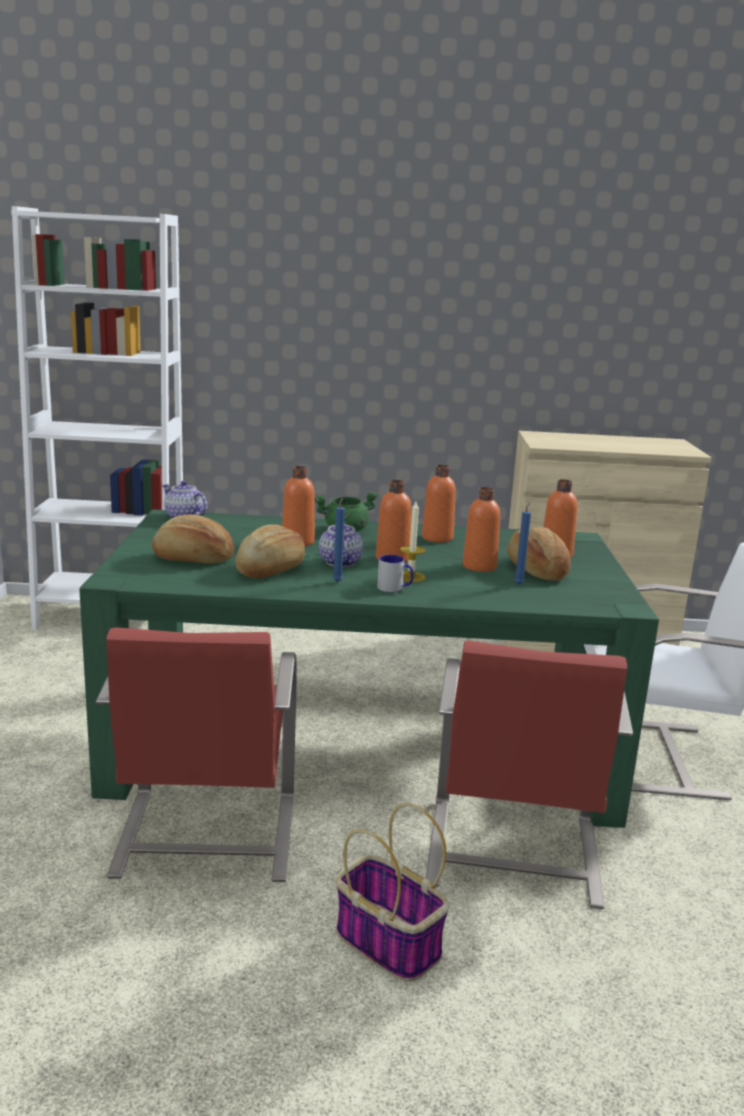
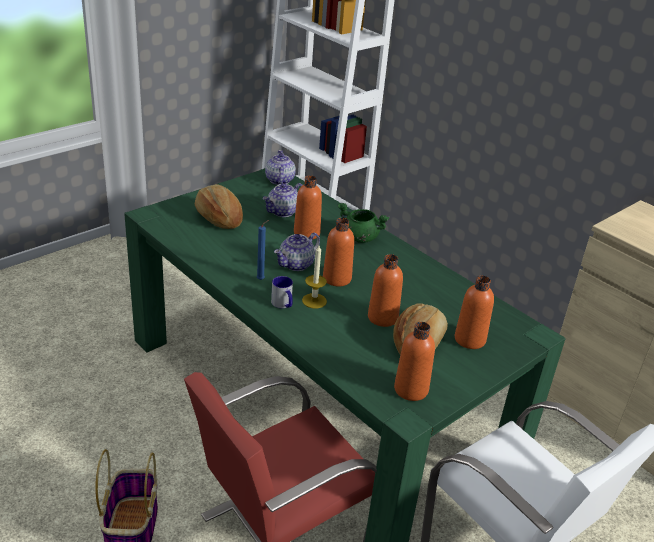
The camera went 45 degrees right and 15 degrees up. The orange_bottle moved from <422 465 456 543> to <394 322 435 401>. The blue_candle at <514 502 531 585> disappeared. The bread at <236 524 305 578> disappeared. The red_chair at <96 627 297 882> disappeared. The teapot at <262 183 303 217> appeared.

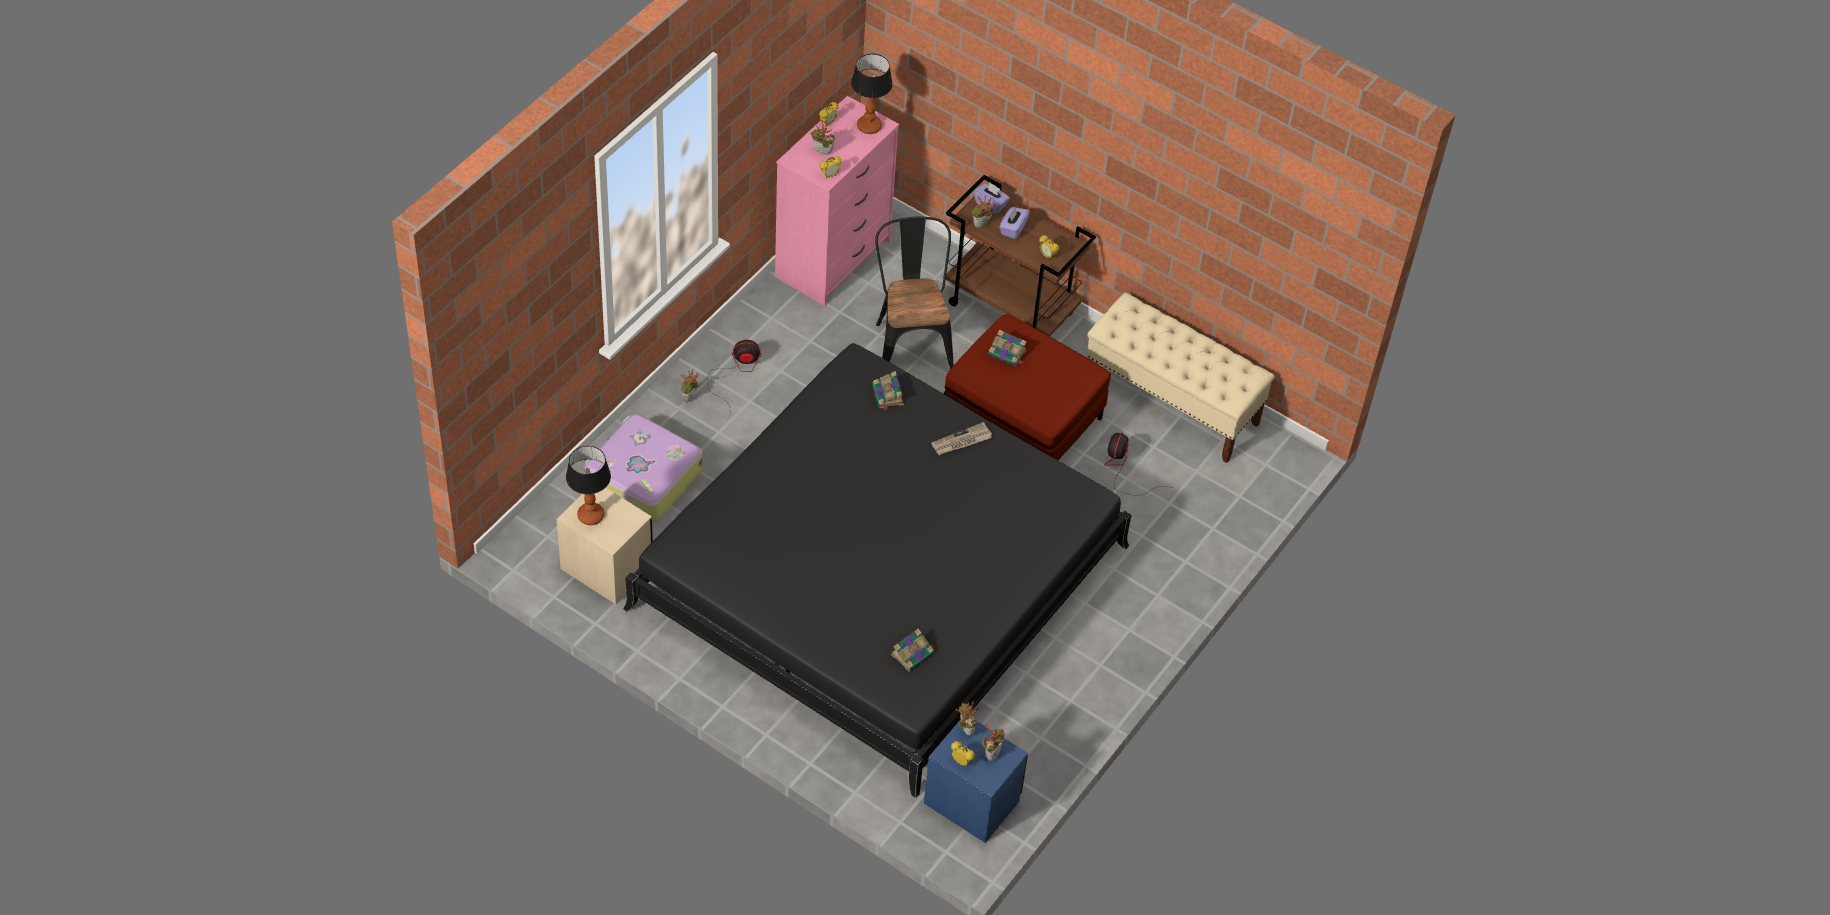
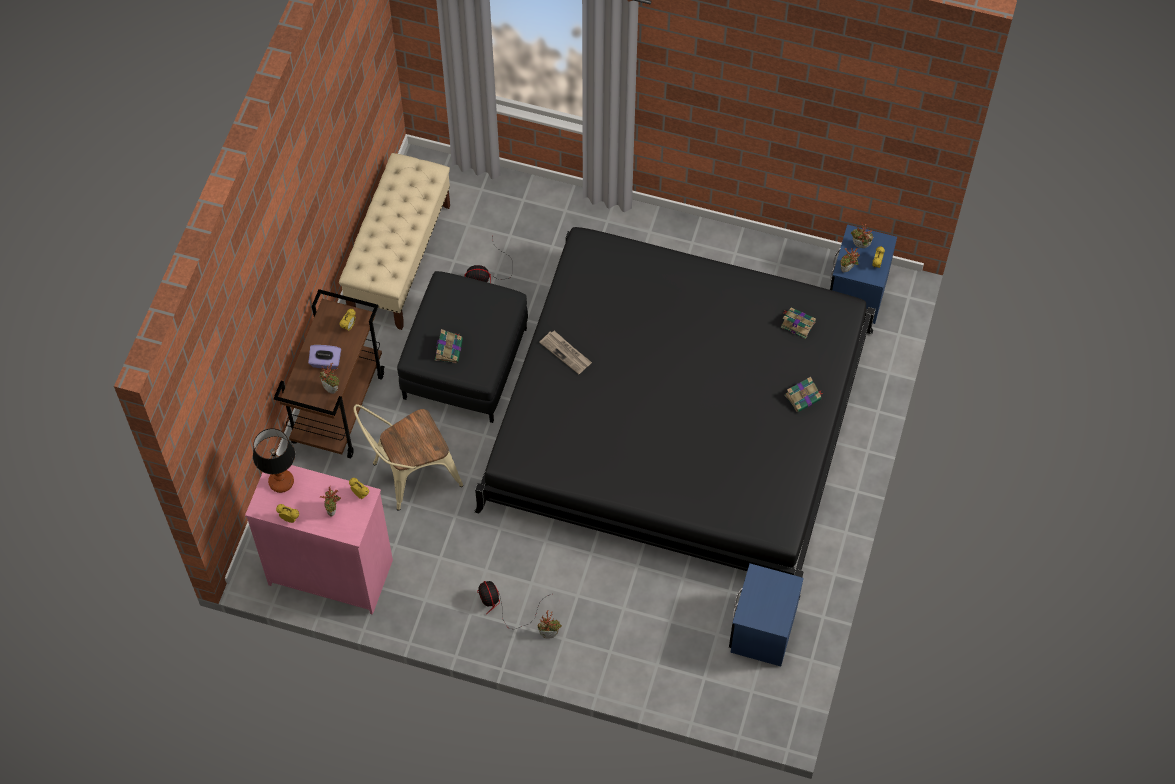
The camera went 105 degrees left and 10 degrees up. The purple_tissue_box at <974 183 1010 214> disappeared. The black_chair at <875 217 954 369> became the beige_chair at <354 404 463 511>. The red_ottoman at <944 314 1111 460> became the black_ottoman at <397 271 528 423>. The book moved from <872 371 904 411> to <785 377 823 412>. The suitcase at <585 414 703 523> disappeared. The table_lamp at <566 446 611 525> disappeared. The beige_nightstand at <557 488 653 604> became the blue_nightstand at <729 563 804 666>.

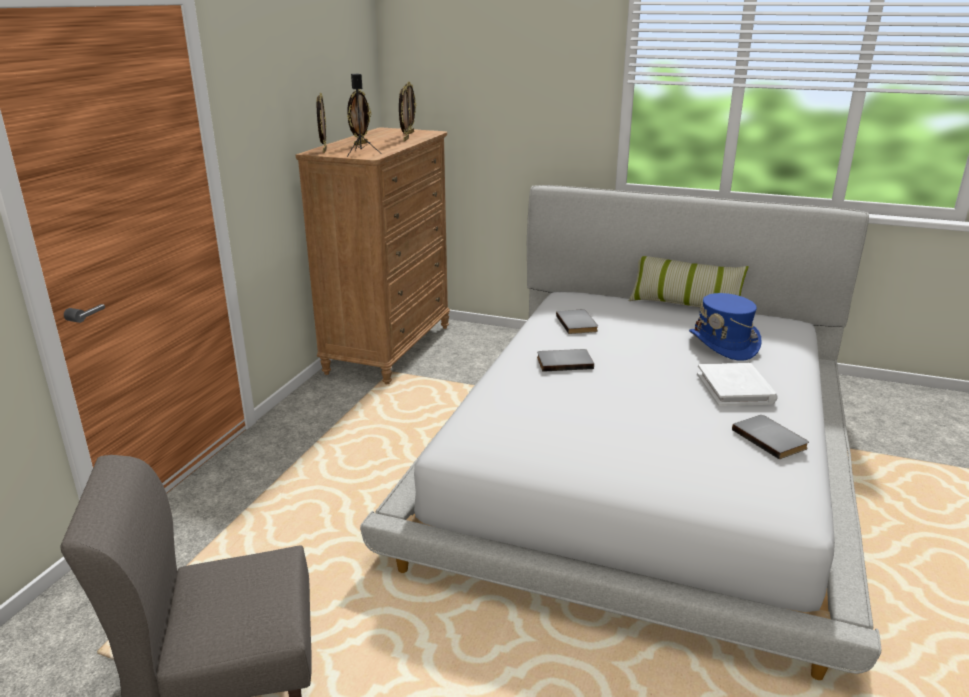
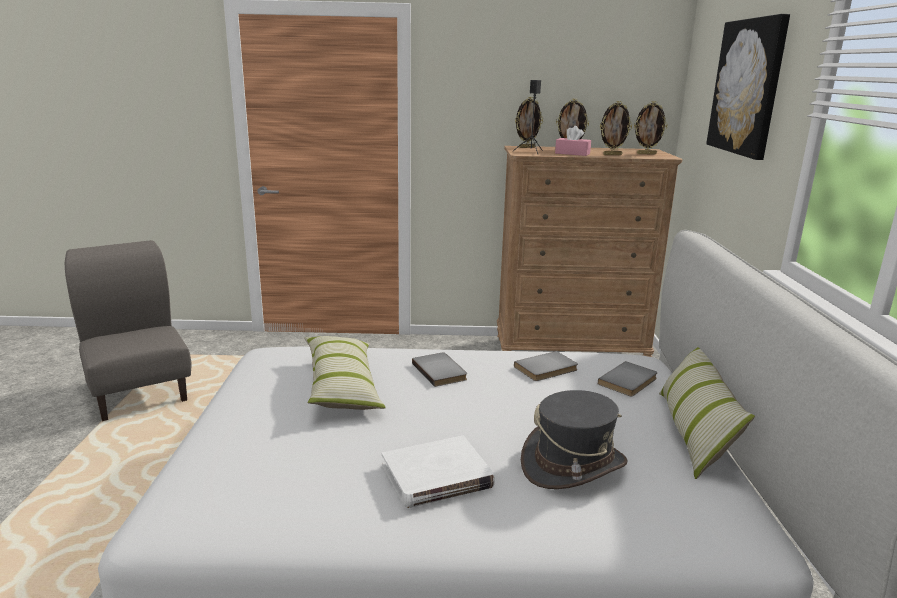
The camera went 70 degrees right and 5 degrees down. The blue_hat at <689 293 762 361> became the grey_hat at <521 390 628 489>. The grey_book moved from <732 415 809 459> to <598 361 657 397>. The picture at <706 14 790 160> appeared. The pink_tissue_box at <555 126 591 156> appeared. The pillow at <304 336 386 410> appeared.

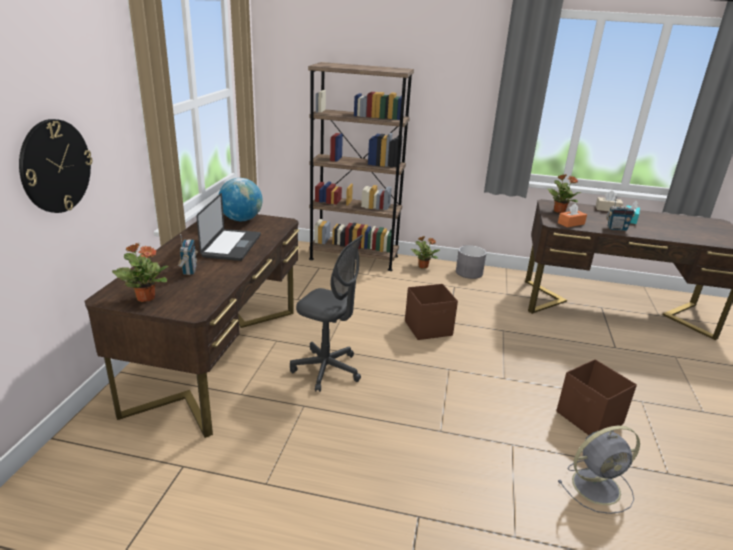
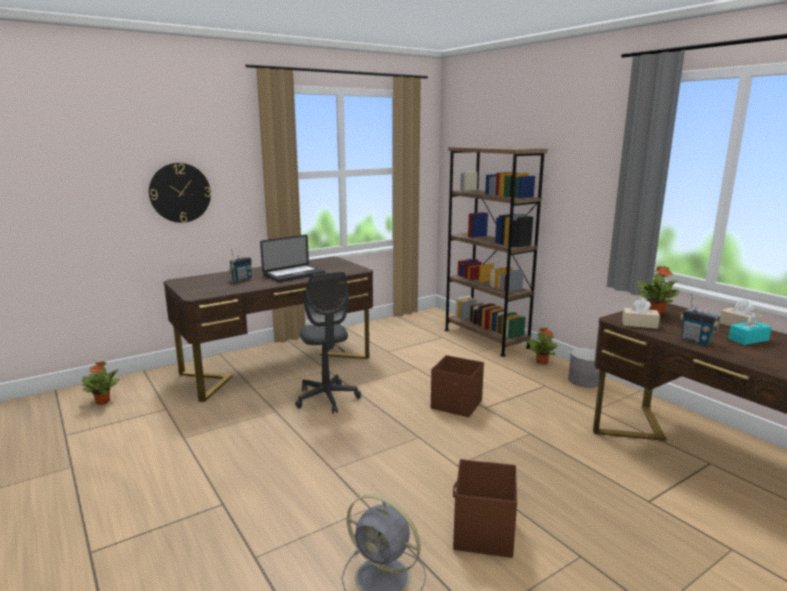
The camera went 45 degrees right and 10 degrees down. The globe at <219 178 263 221> disappeared. The orange_tissue_box at <558 203 587 227> became the beige_tissue_box at <622 298 660 329>. The potted_plant moved from <112 243 168 302> to <81 361 120 405>.

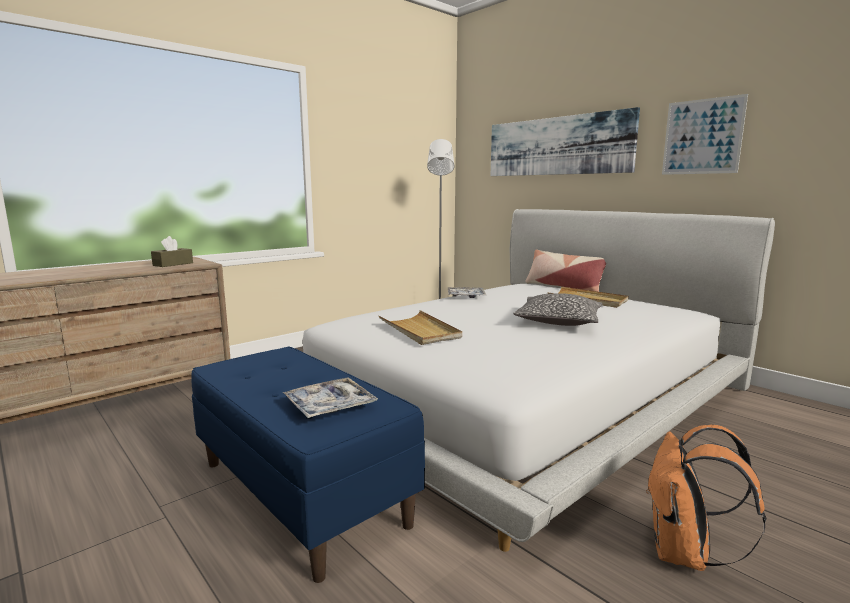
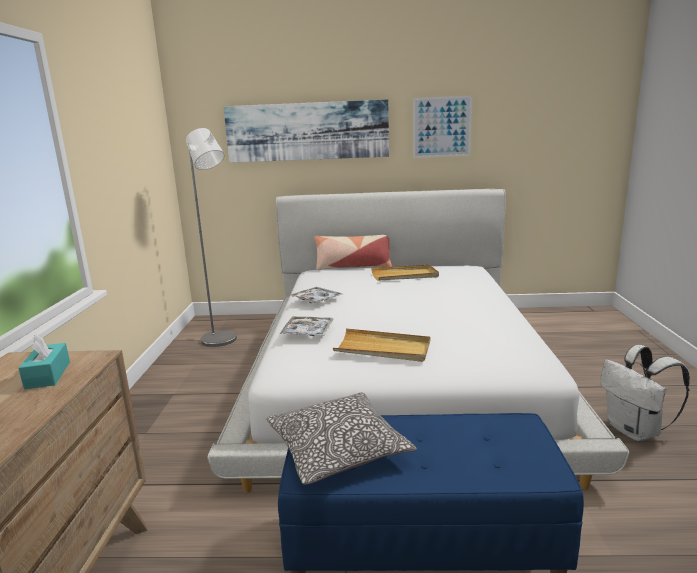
The camera went 45 degrees left and 5 degrees up. The brown_tissue_box at <151 236 193 267> became the turquoise_tissue_box at <18 334 70 389>. The pillow moved from <513 293 603 326> to <266 392 417 485>. The tray moved from <283 377 378 418> to <280 316 333 336>. The orange_backpack at <646 425 766 571> became the white_backpack at <600 345 690 441>.

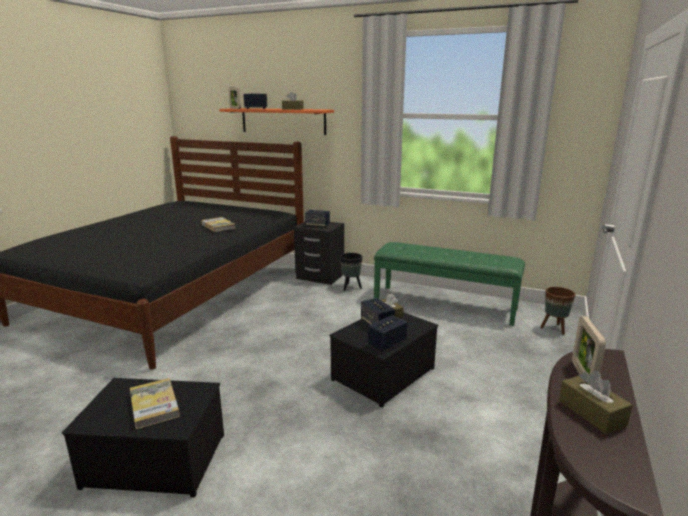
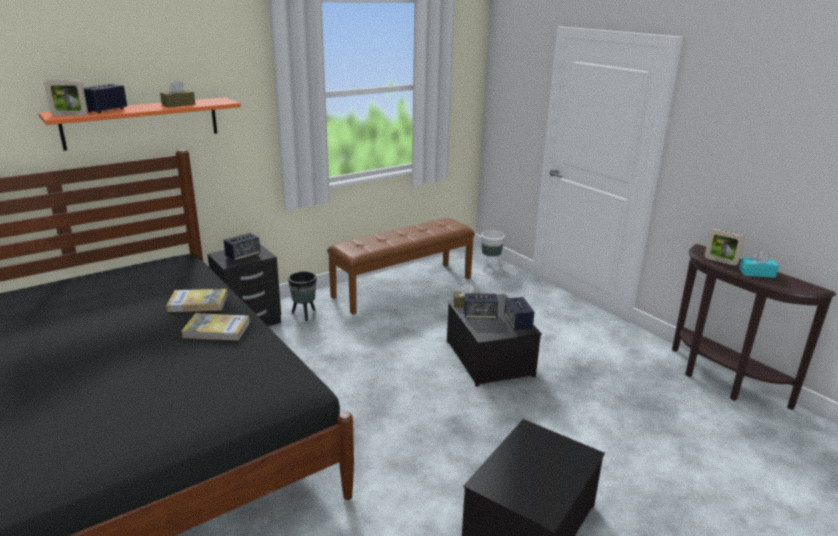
The camera went 60 degrees left and 5 degrees up. The green_bench at <374 242 525 326> became the brown_bench at <327 218 475 314>. The brown_planter at <540 287 575 335> became the white_planter at <481 231 505 271>. The brown_tissue_box at <559 371 633 434> became the turquoise_tissue_box at <739 250 779 278>. The book moved from <130 378 180 429> to <182 313 250 341>.

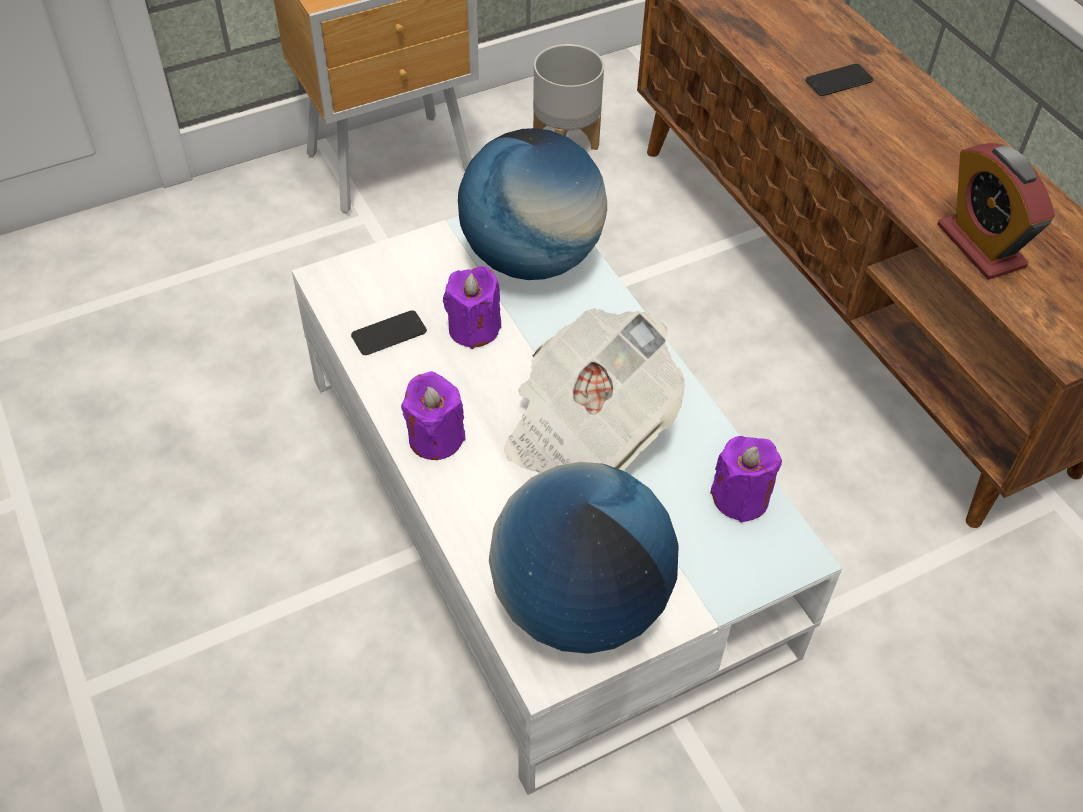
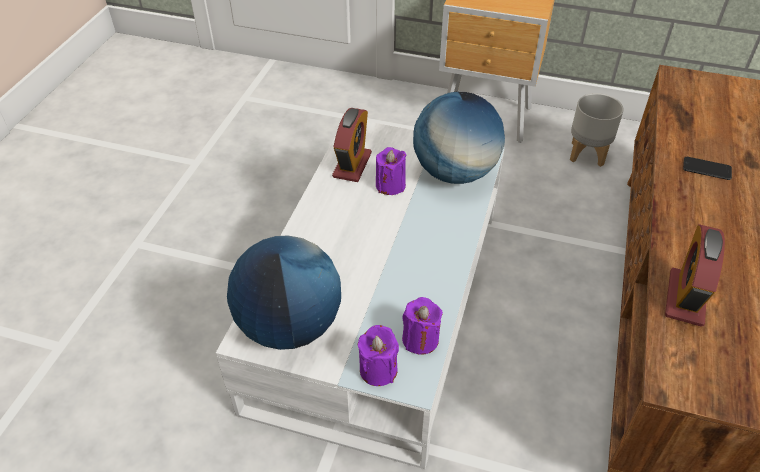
The camera went 45 degrees right and 5 degrees down. The newspaper at <504 308 685 473> disappeared. The phone at <351 310 427 355> was replaced by the alarm_clock at <332 108 372 182>. The purple_candle moved from <401 371 465 460> to <358 325 399 386>.

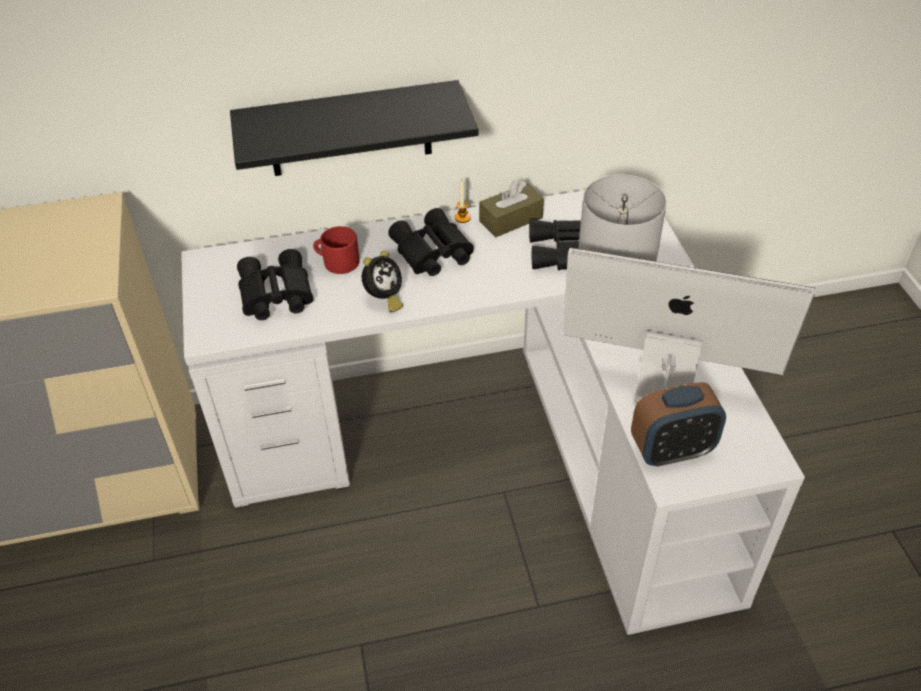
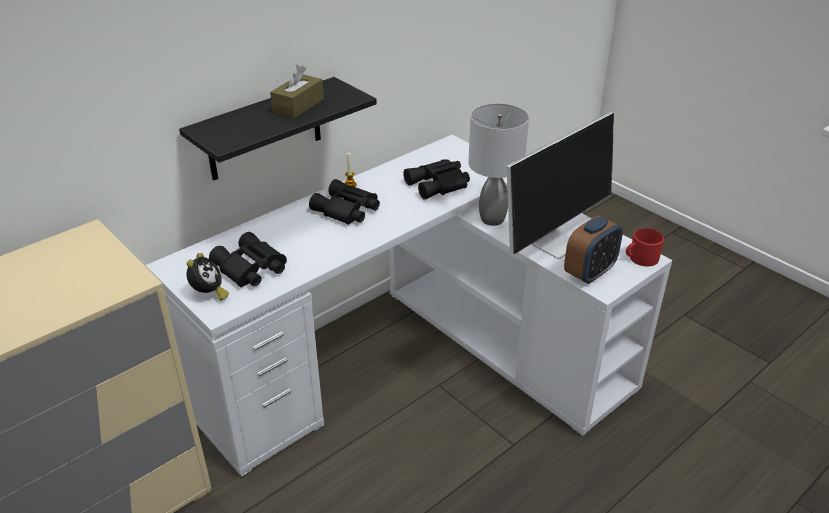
The camera went 30 degrees left and 10 degrees down. The brown_tissue_box moved from <479 180 544 237> to <270 65 324 119>. The red_mug moved from <313 226 359 274> to <626 228 664 266>. The monitor at <563 248 815 403> turned 150 degrees clockwise. The alarm_clock moved from <362 251 403 312> to <186 253 229 301>.

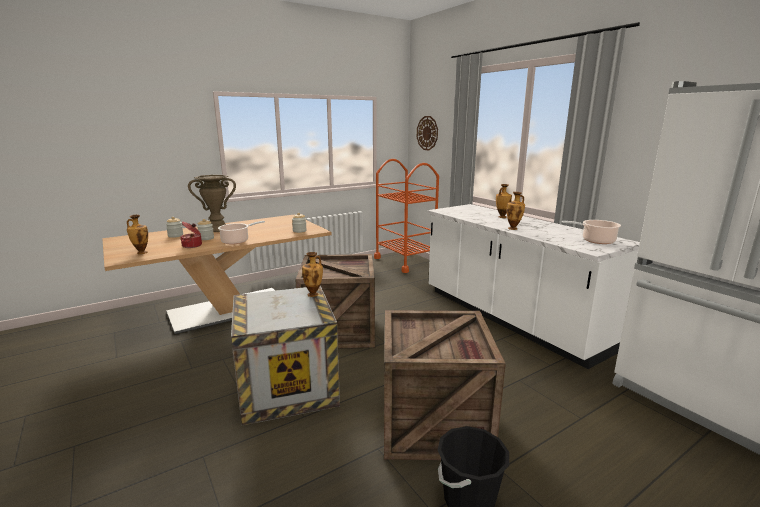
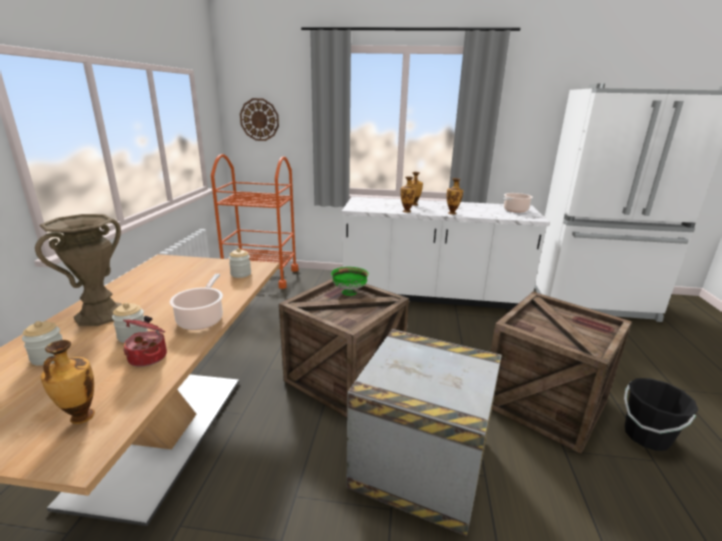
The camera went 50 degrees left and 5 degrees up. The vase moved from <302 252 323 297> to <400 176 417 213>. The green_bowl at <331 267 369 296> appeared.

